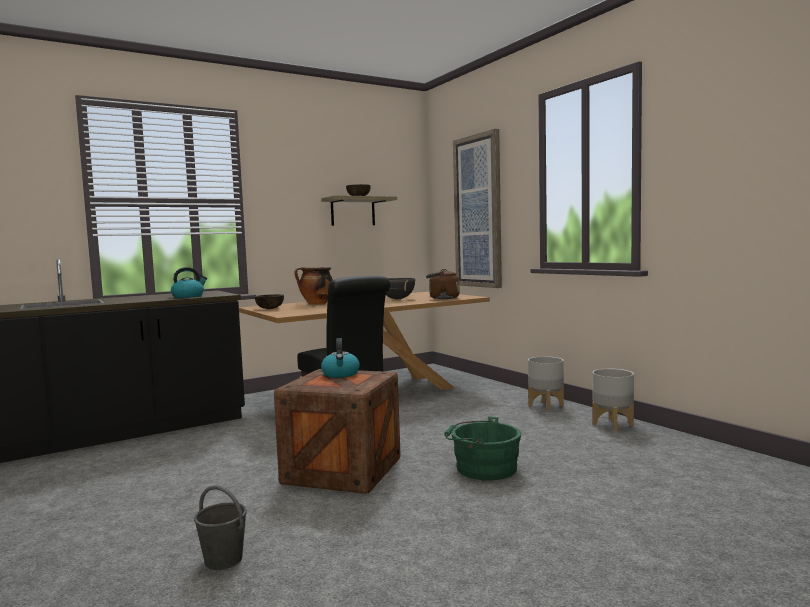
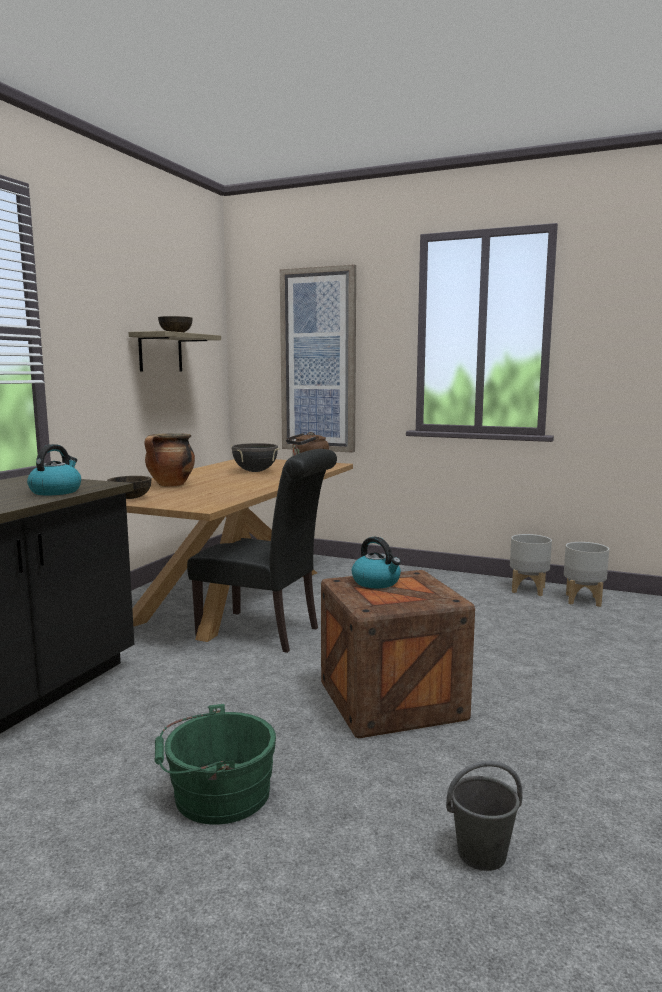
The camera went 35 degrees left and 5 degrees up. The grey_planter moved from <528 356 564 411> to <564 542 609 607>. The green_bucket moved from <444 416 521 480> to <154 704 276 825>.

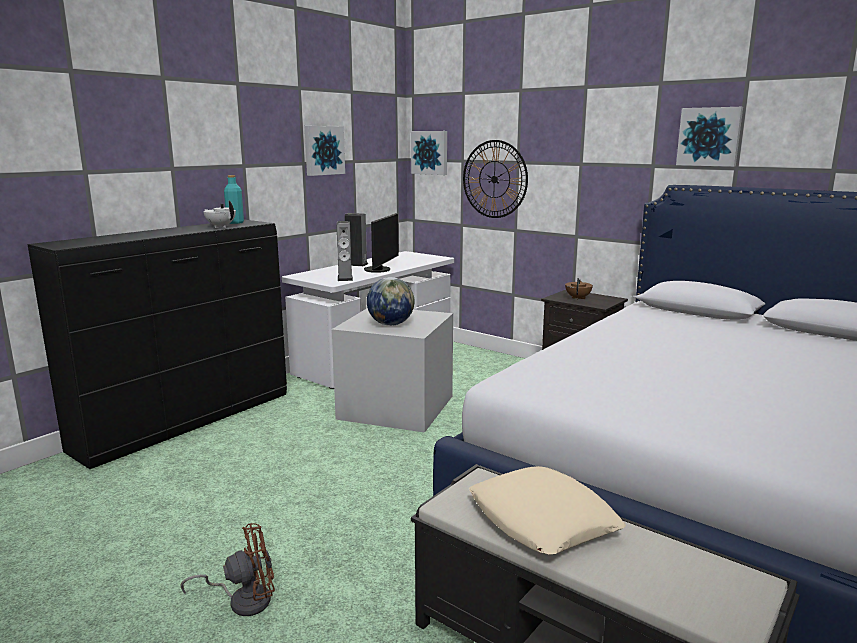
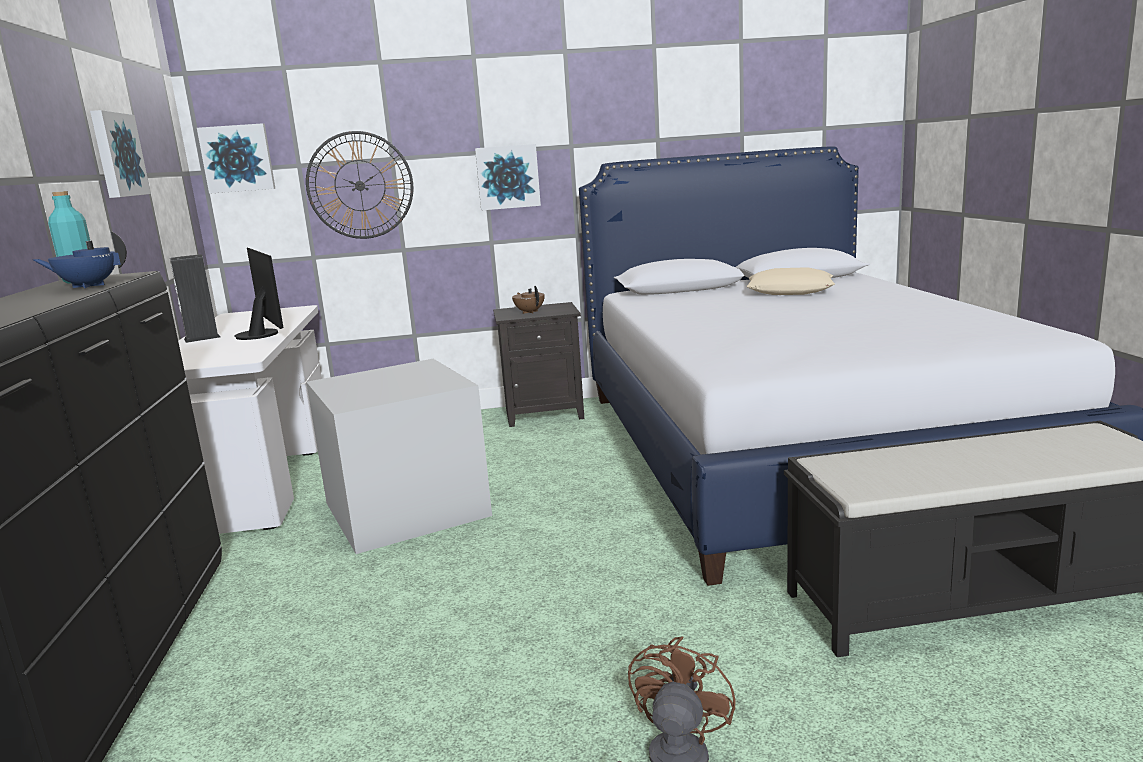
The camera went 45 degrees left and 0 degrees up. The picture moved from <676 107 743 167> to <475 144 541 210>. The white_teapot at <203 200 236 228> became the blue_teapot at <33 231 127 288>. The speaker at <337 221 353 281> disappeared. The globe at <367 277 414 326> disappeared. The beige_pillow moved from <469 466 626 555> to <747 267 835 295>.

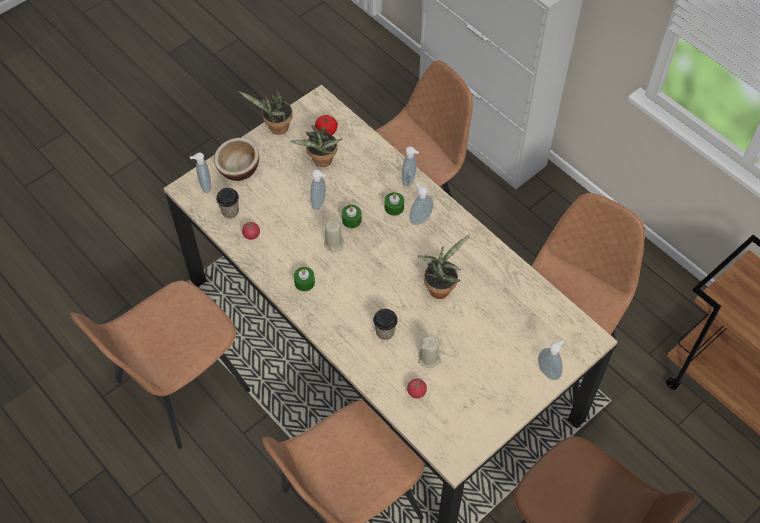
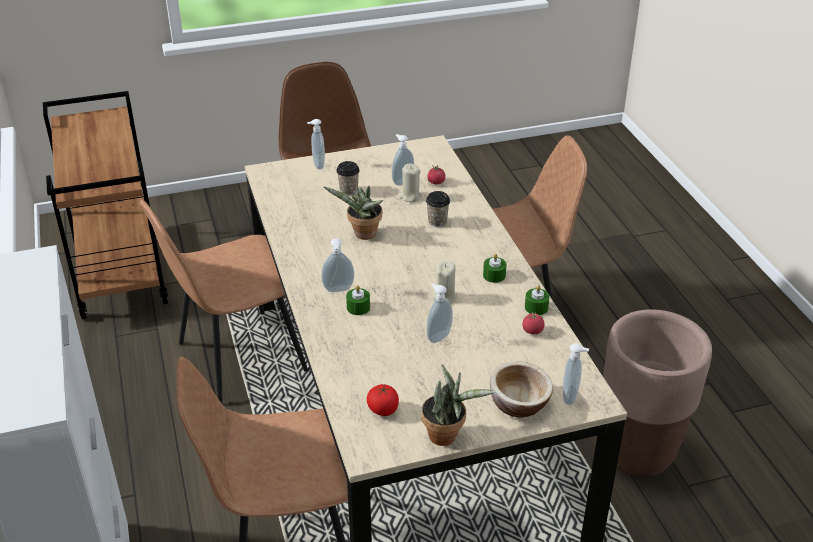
The camera went 155 degrees left and 20 degrees down. The potted_plant at <290 125 342 167> disappeared. The soap_dispenser moved from <402 146 419 187> to <392 134 414 186>. The cup moved from <216 188 239 218> to <336 161 360 196>. The green_candle moved from <342 205 362 228> to <525 285 550 315>. The brown_chair at <70 280 250 449> was replaced by the brown_planter at <603 309 712 477>.

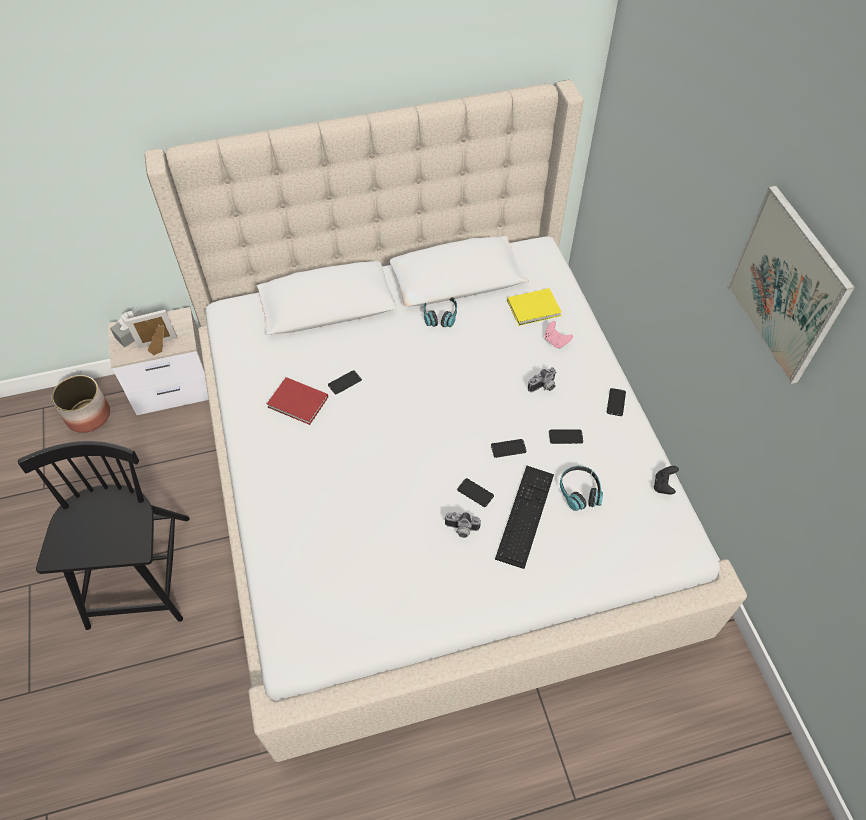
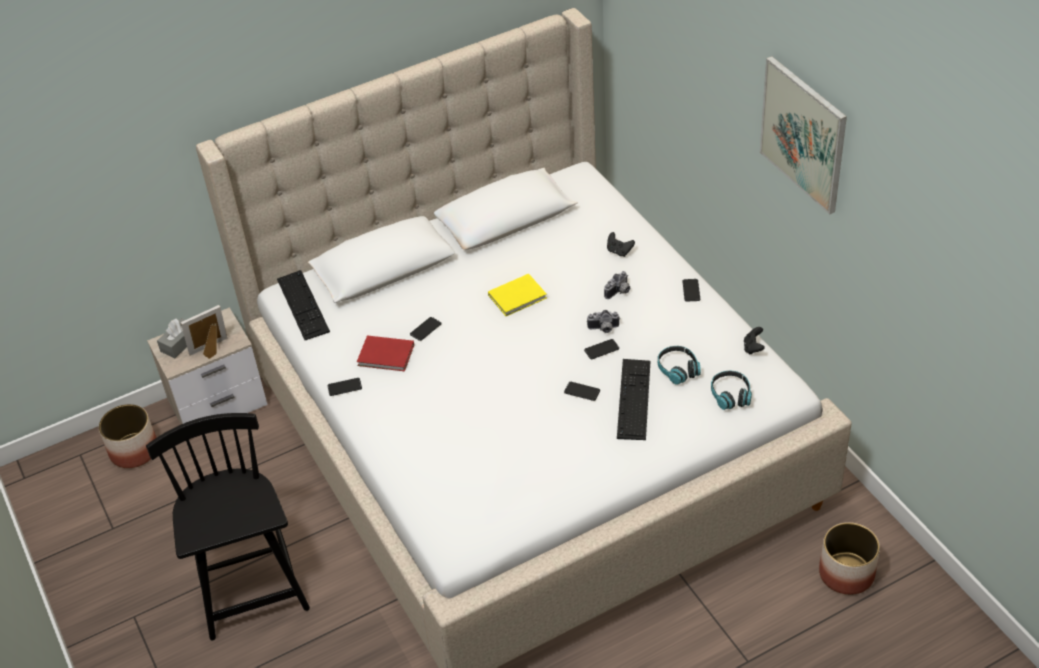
The camera went 10 degrees left and 10 degrees down. The yellow_book moved from <507 288 562 326> to <488 274 547 316>. The headphones moved from <424 297 457 327> to <711 371 752 410>. The pink_game_controller at <545 321 573 349> became the black_game_controller at <607 232 635 257>. The phone moved from <549 429 583 444> to <328 378 362 396>. The photo_camera moved from <444 512 481 538> to <587 310 620 333>. The keyboard at <277 270 330 340> appeared. The planter at <819 522 880 595> appeared.

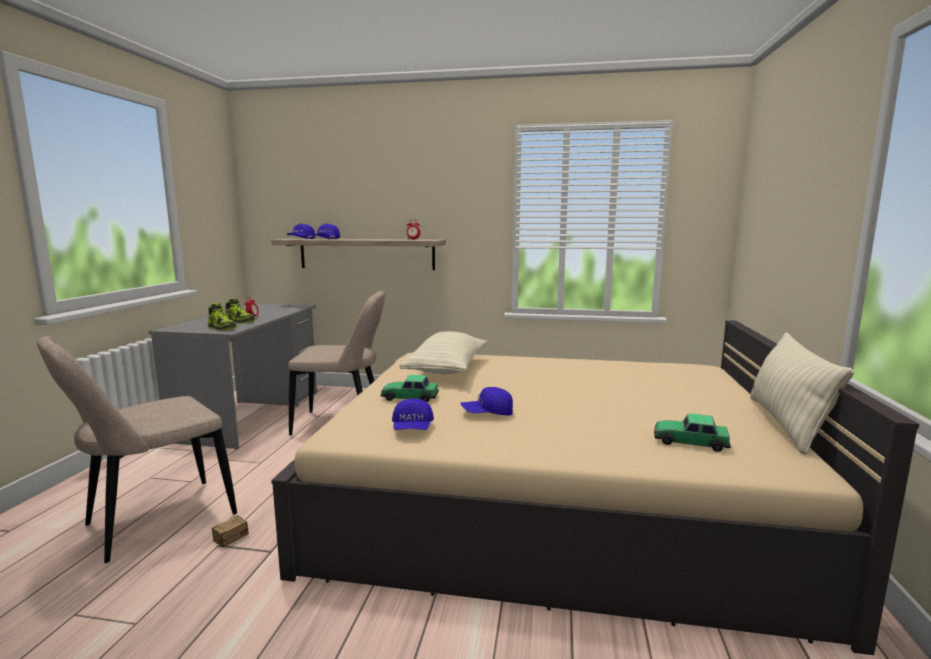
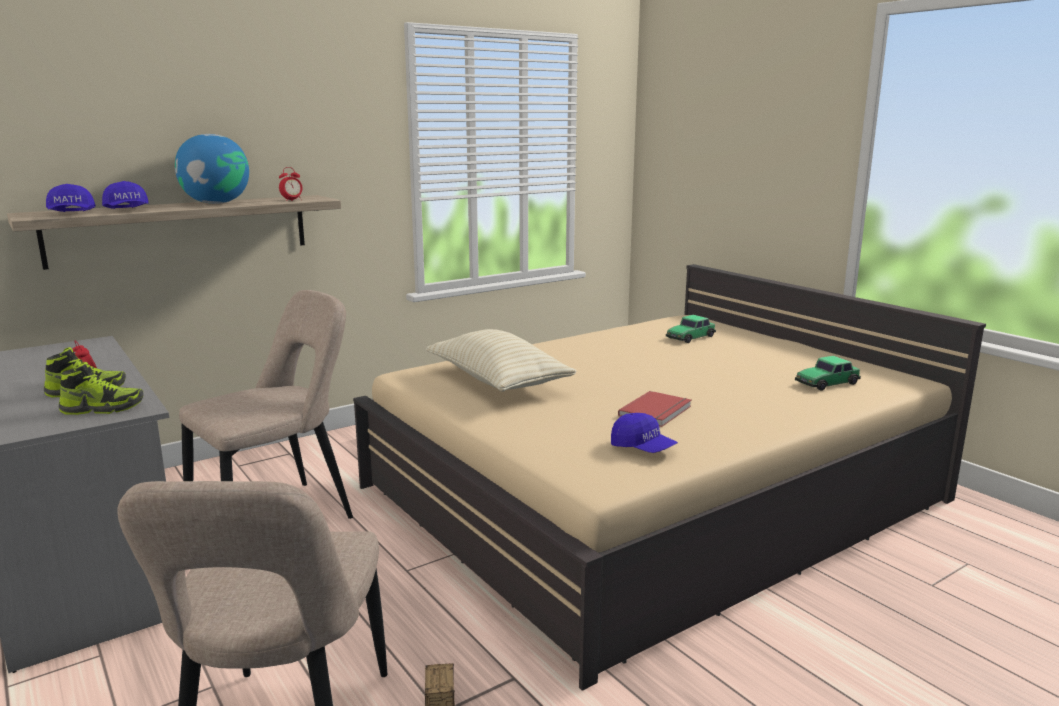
The camera went 45 degrees left and 5 degrees up. The beige_pillow at <750 332 854 455> disappeared. The toy_car moved from <381 375 439 402> to <666 315 716 343>. The blue_cap at <460 387 513 415> was replaced by the red_book at <618 391 691 427>. The globe at <175 134 249 204> appeared.

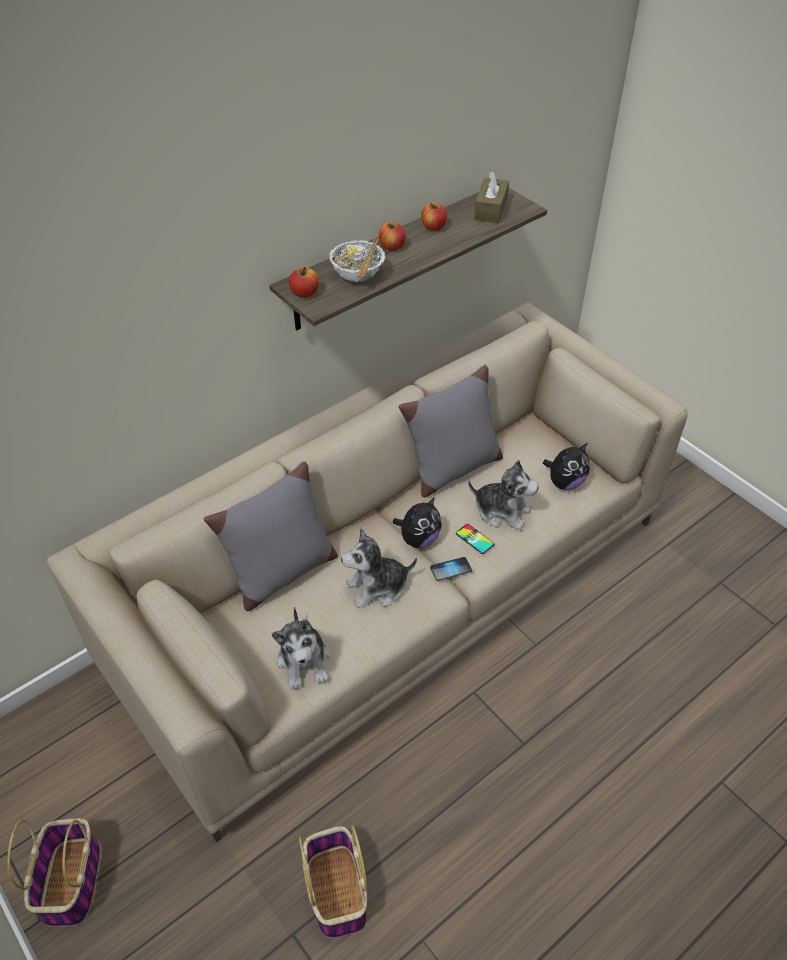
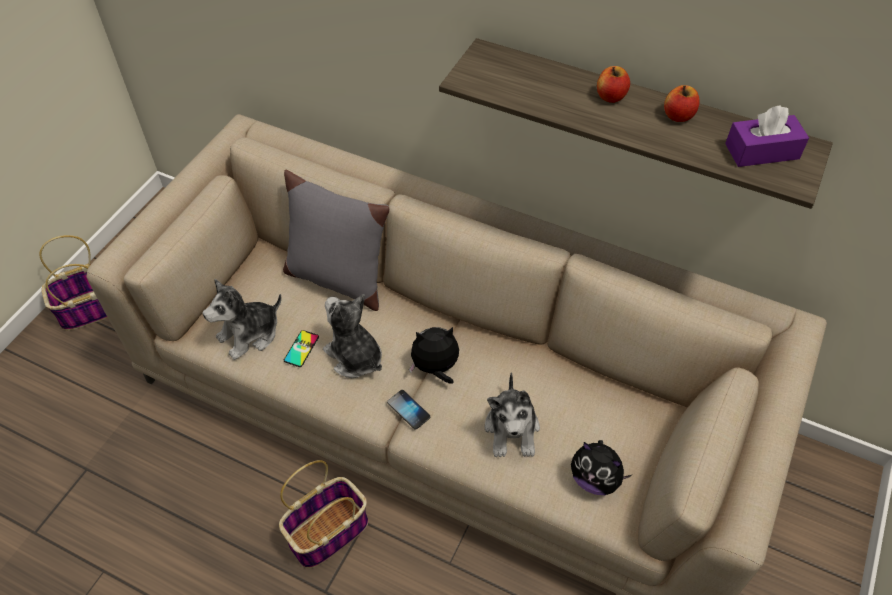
The camera went 65 degrees right and 5 degrees up. The brown_tissue_box at <474 171 509 223> became the purple_tissue_box at <725 105 809 167>. The bowl at <329 238 385 282> disappeared. The apple at <289 267 319 298> disappeared. The grey_pillow at <399 365 503 498> disappeared. The plush_toy at <393 497 442 548> turned 150 degrees clockwise. The phone moved from <456 524 494 554> to <284 330 319 367>. The basket moved from <299 825 367 939> to <279 460 368 568>.

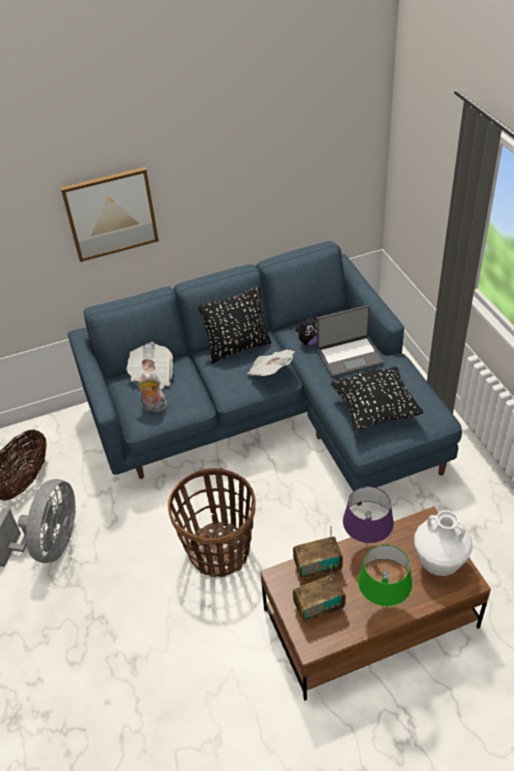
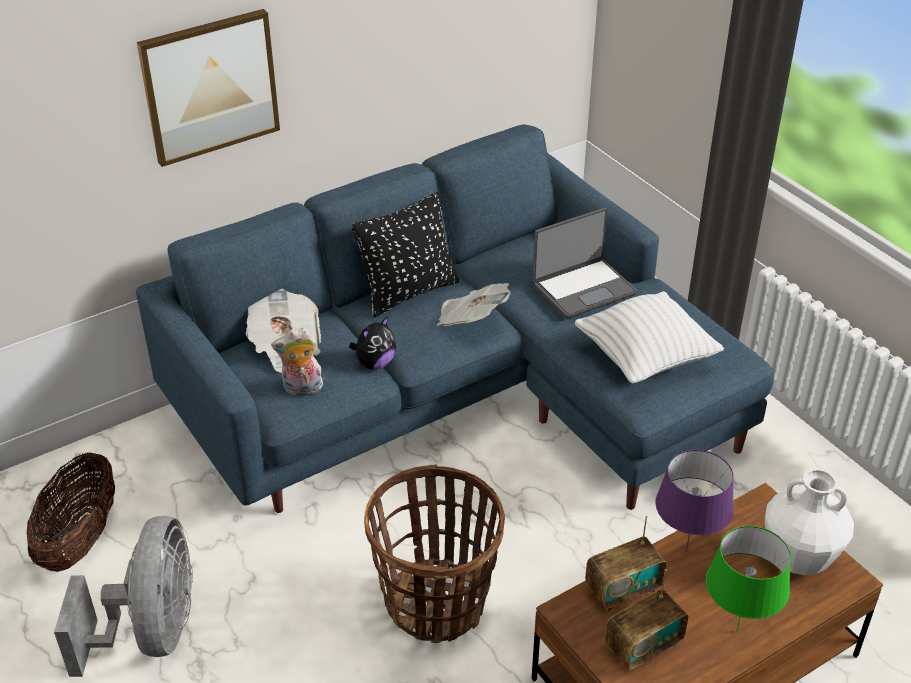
The camera went 15 degrees left and 5 degrees down. The plush_toy moved from <295 314 319 345> to <349 316 396 369>. The black_pillow at <331 366 424 430> became the white_pillow at <575 291 724 384>.

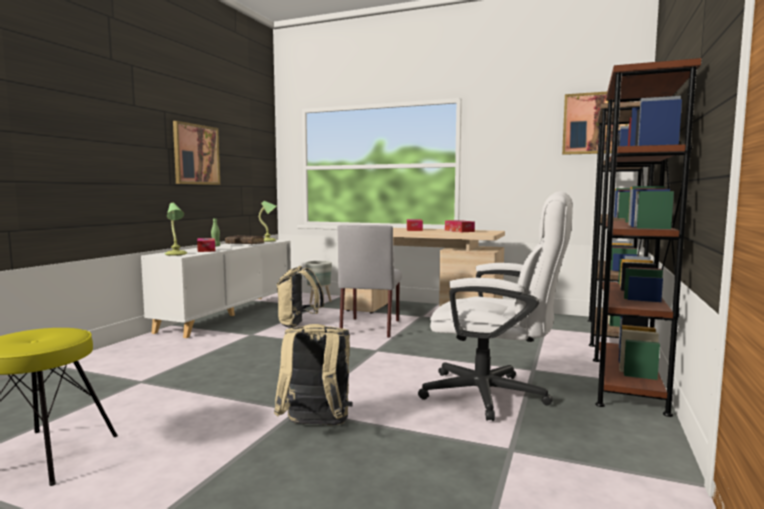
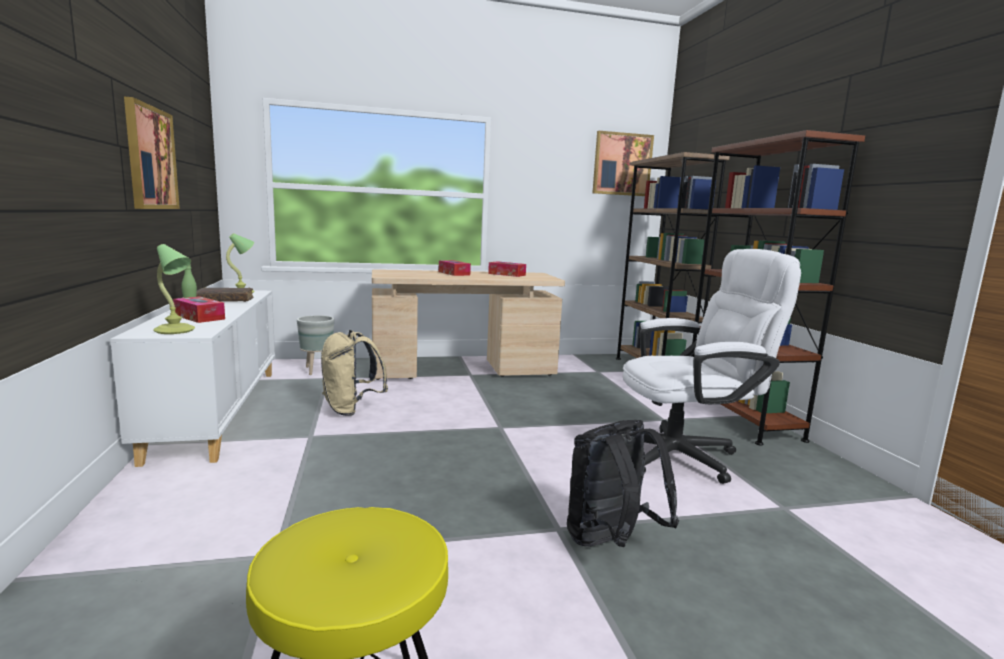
The camera went 35 degrees left and 5 degrees up. The grey_chair at <338 225 402 338> disappeared. The beige_backpack at <274 324 353 425> became the black_backpack at <567 420 679 547>.

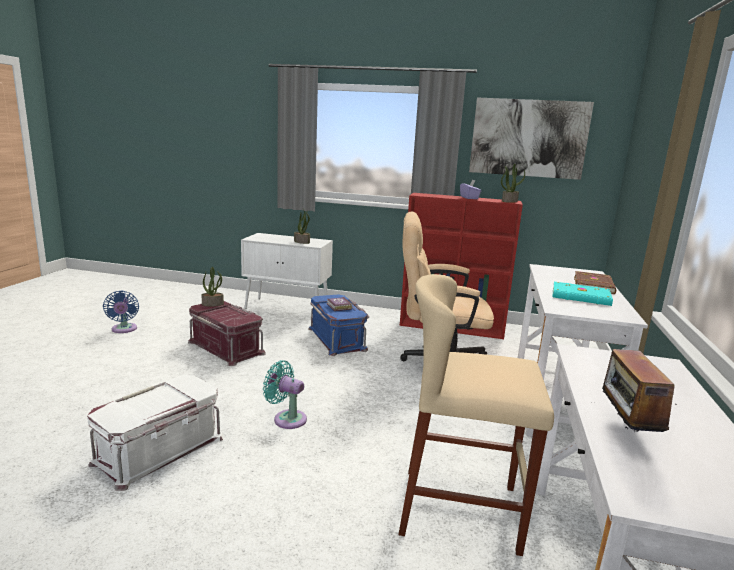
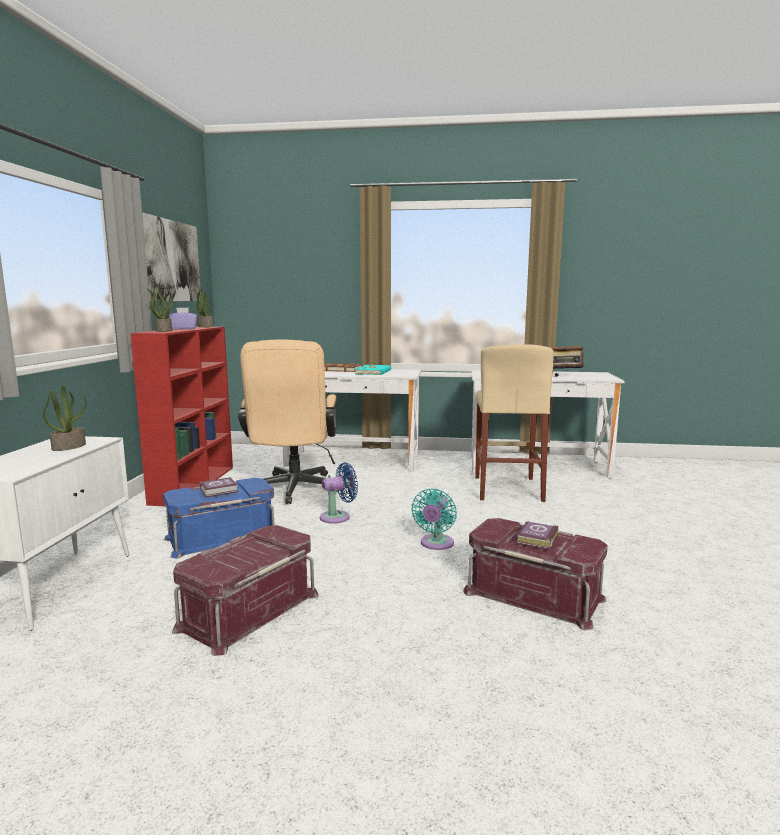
The camera went 95 degrees left and 5 degrees down. The potted_plant moved from <201 267 224 306> to <147 285 173 332>. The blue_fan moved from <103 291 139 333> to <320 462 358 524>. The white_storage_box at <87 375 224 491> became the red_storage_box at <463 518 608 630>. The book at <516 521 558 550> appeared.

